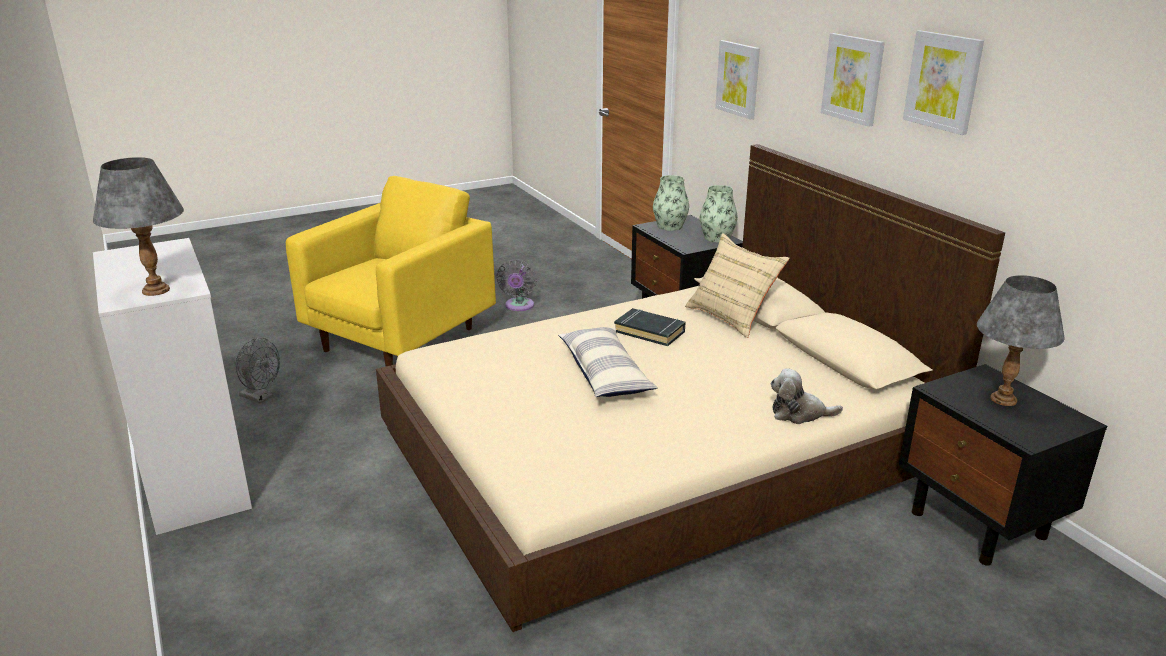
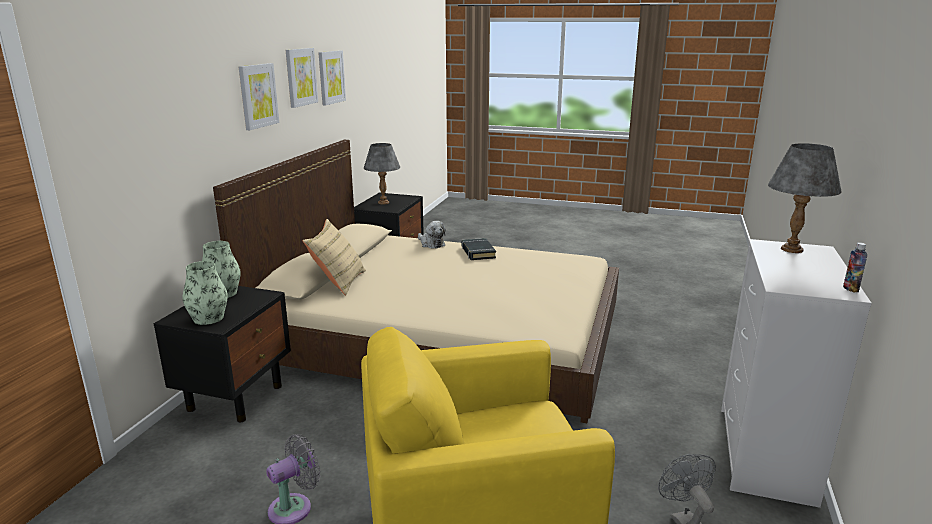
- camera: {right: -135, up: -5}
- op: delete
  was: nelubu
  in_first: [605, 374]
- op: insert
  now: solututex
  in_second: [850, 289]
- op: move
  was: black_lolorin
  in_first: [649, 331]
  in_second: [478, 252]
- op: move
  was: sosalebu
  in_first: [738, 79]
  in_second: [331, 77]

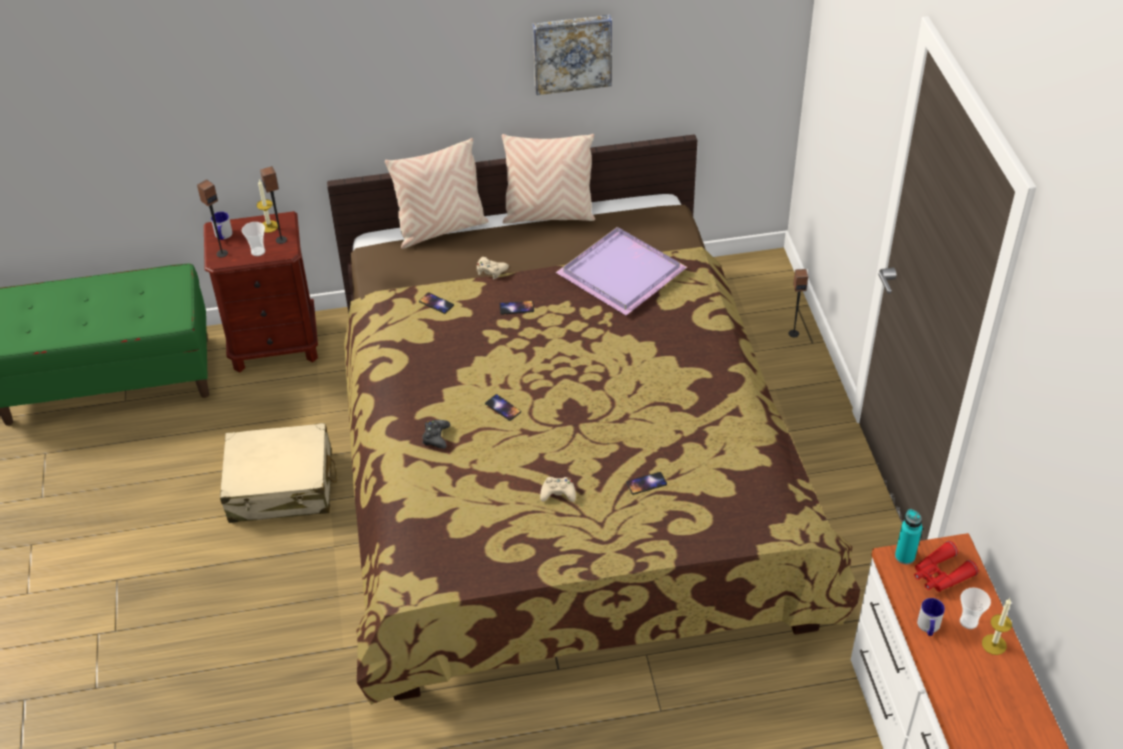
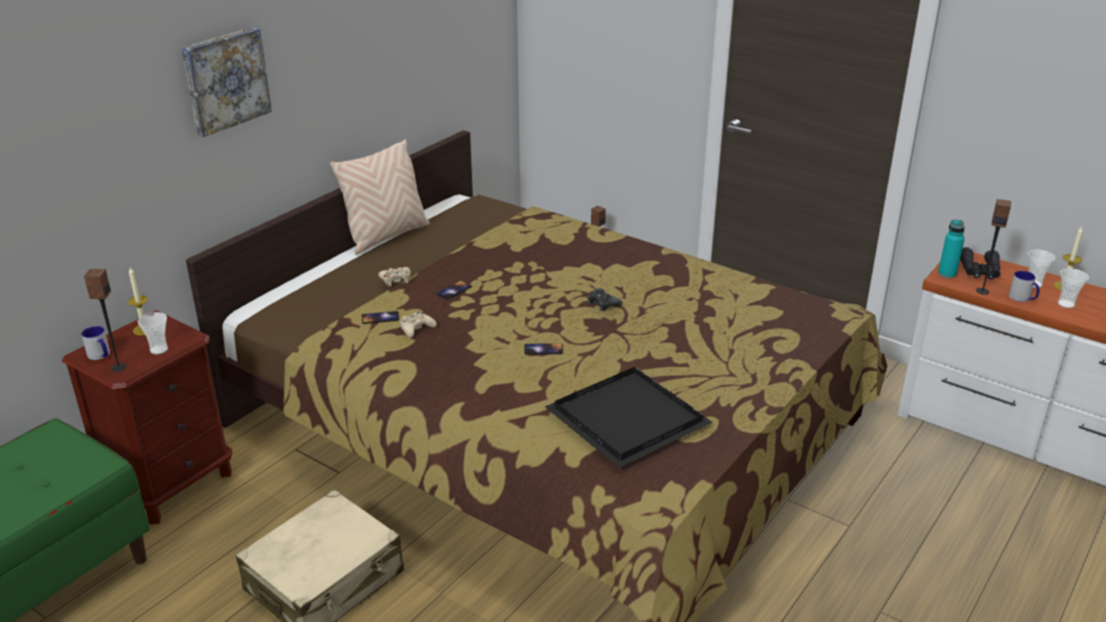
- camera: {right: -45, up: -15}
- op: delete
  was: beige_nelubu
  in_first: [441, 229]
- op: delete
  was: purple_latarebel
  in_first: [624, 273]
- op: delete
  was: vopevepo
  in_first: [646, 483]
- op: insert
  now: black_latarebel
  in_second: [624, 418]
- op: insert
  now: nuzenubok
  in_second: [1066, 304]
- op: move
  was: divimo
  in_first: [281, 240]
  in_second: [982, 291]
- op: move
  was: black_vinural
  in_first: [436, 437]
  in_second: [603, 303]
- op: move
  was: sosalebu
  in_first: [571, 52]
  in_second: [225, 80]
- op: move
  was: beige_vinural
  in_first: [558, 493]
  in_second: [416, 329]
- op: recolor
  was: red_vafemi
  now: black_vafemi
  in_first: [940, 575]
  in_second: [979, 272]

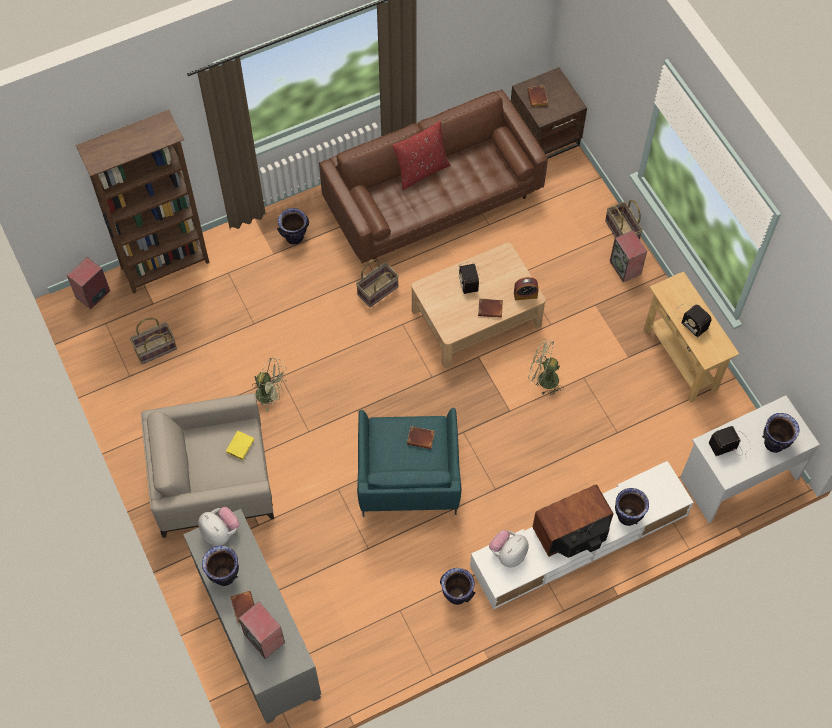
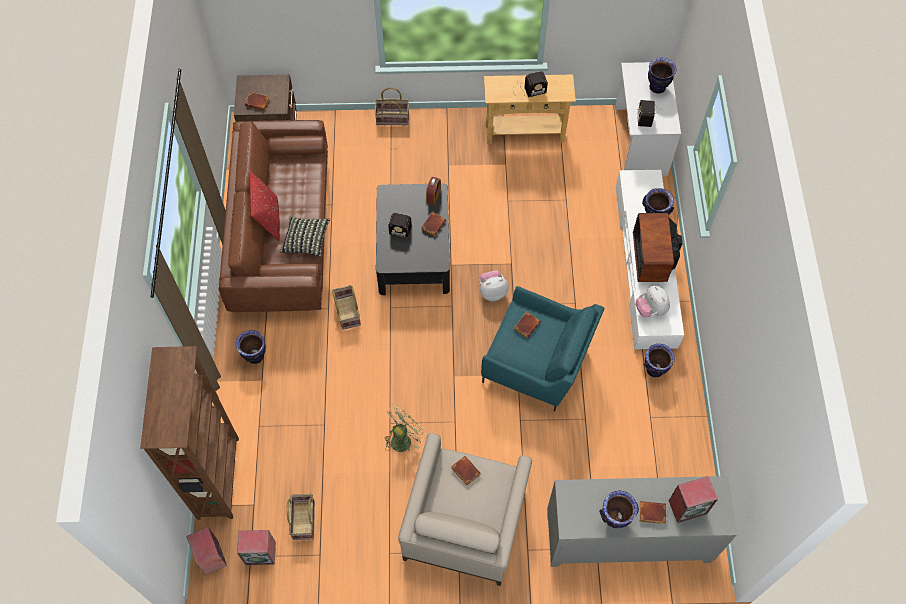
- camera: {right: -65, up: 0}
- op: delete
  was: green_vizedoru
  in_first: [543, 379]
- op: insert
  now: nelubu
  in_second: [306, 240]
- op: move
  was: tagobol
  in_first: [220, 532]
  in_second: [492, 292]
- op: move
  was: divimo
  in_first: [626, 268]
  in_second: [261, 553]
- op: recolor
  was: yellow_lolorin
  now: brown_lolorin
  in_first: [240, 445]
  in_second: [464, 471]
- op: recolor
  was: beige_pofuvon
  now: black_pofuvon
  in_first: [476, 317]
  in_second: [413, 250]

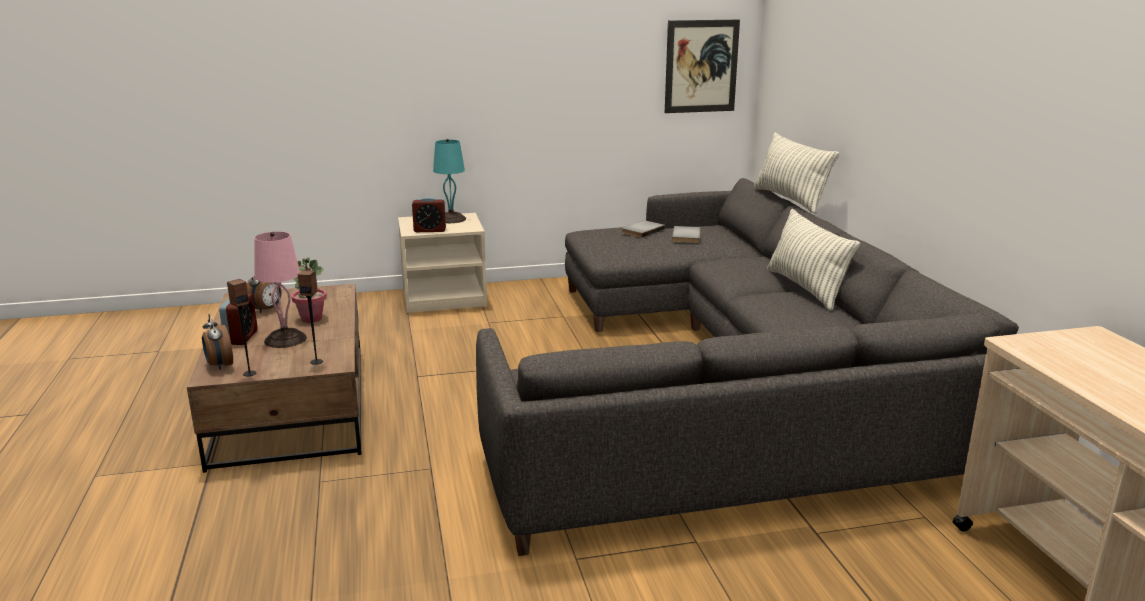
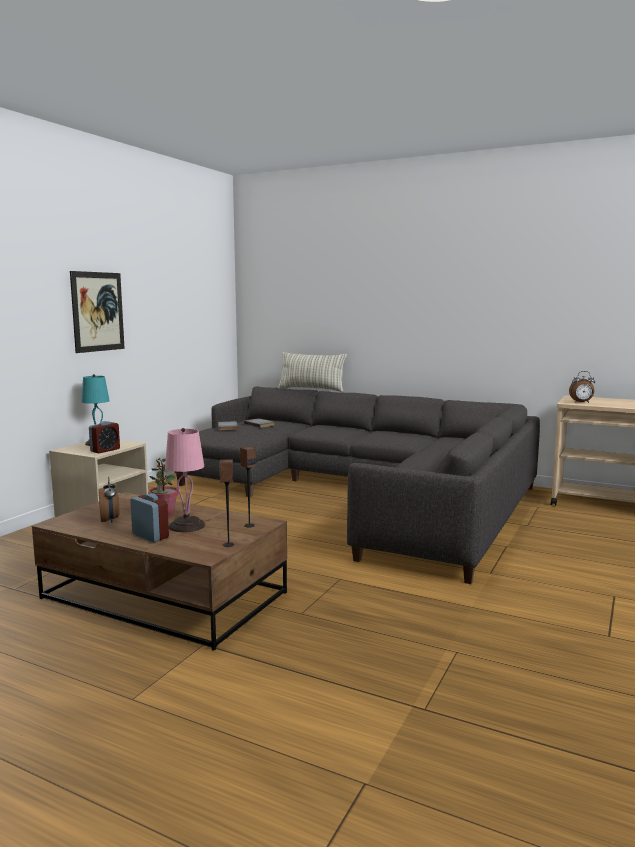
- camera: {right: -50, up: -10}
- op: delete
  was: nelubu
  in_first: [805, 288]
- op: move
  was: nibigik
  in_first: [219, 365]
  in_second: [581, 402]
- op: move
  was: sosalebu
  in_first: [701, 66]
  in_second: [98, 311]

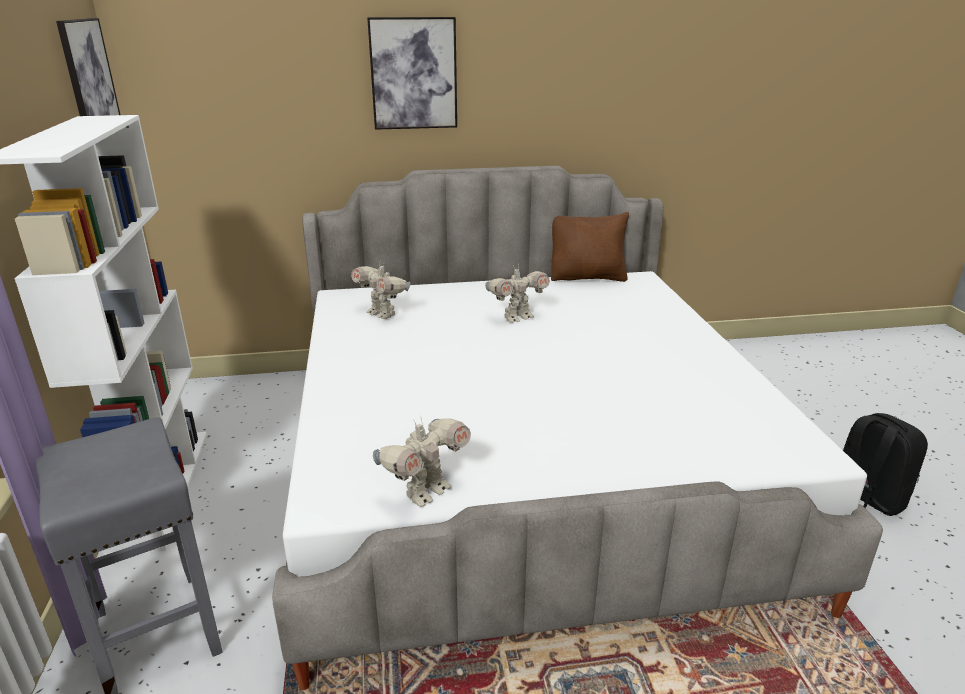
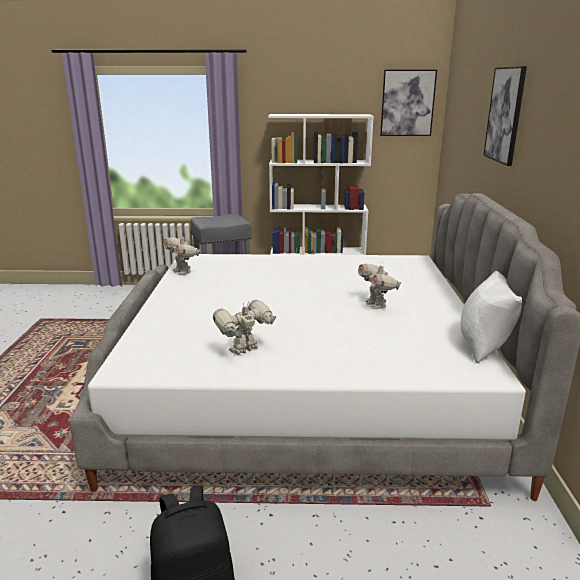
- camera: {right: 100, up: -5}
- op: move
  was: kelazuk
  in_first: [382, 314]
  in_second: [245, 350]
- op: recolor
  was: brown_nelubu
  now: white_nelubu
  in_first: [587, 277]
  in_second: [483, 345]

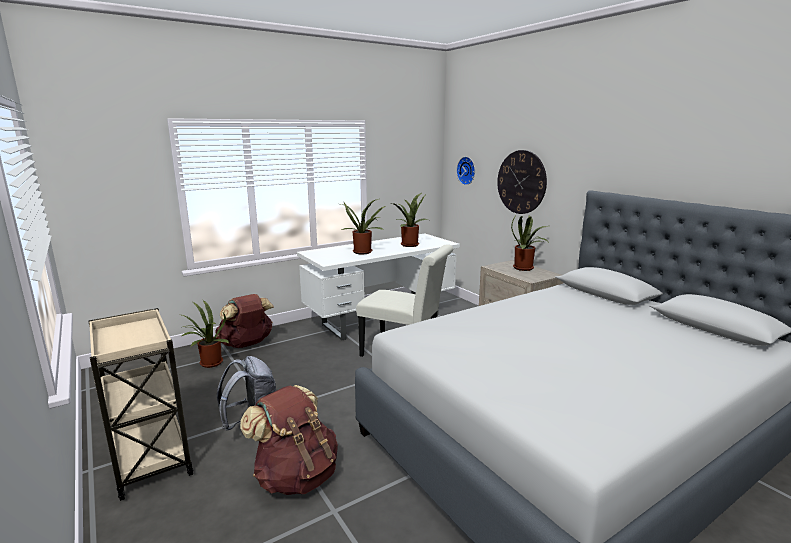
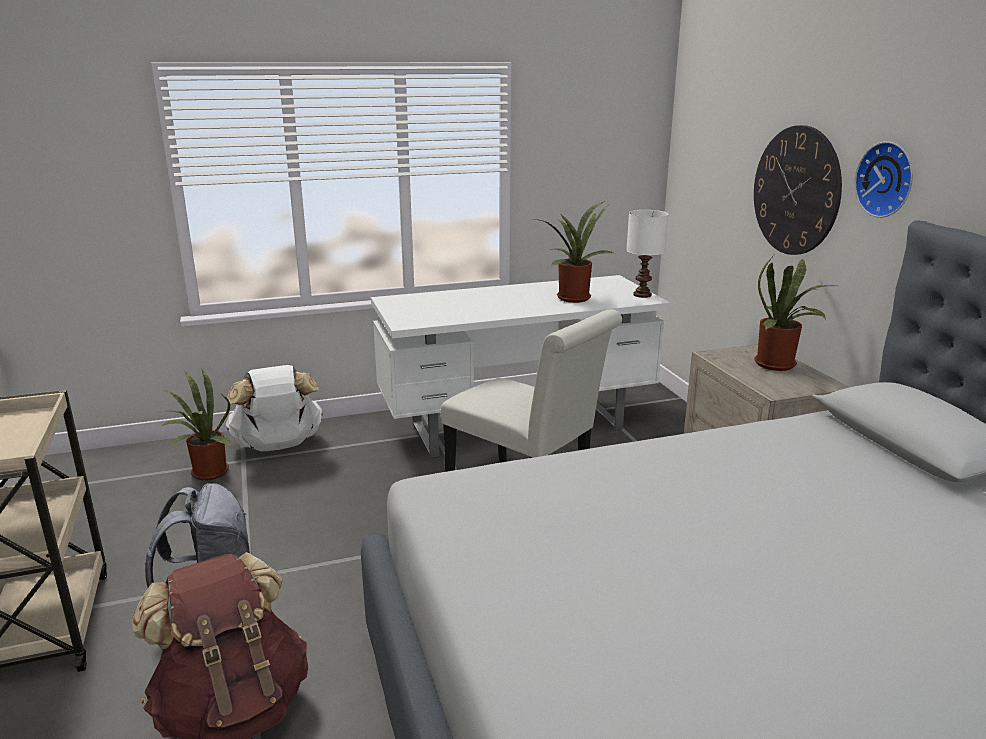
- camera: {right: 15, up: 5}
- op: delete
  was: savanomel
  in_first: [363, 251]
- op: insert
  now: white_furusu
  in_second: [642, 295]
- op: move
  was: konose
  in_first: [467, 170]
  in_second: [887, 179]
- op: recolor
  was: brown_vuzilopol
  now: white_vuzilopol
  in_first: [247, 344]
  in_second: [278, 446]

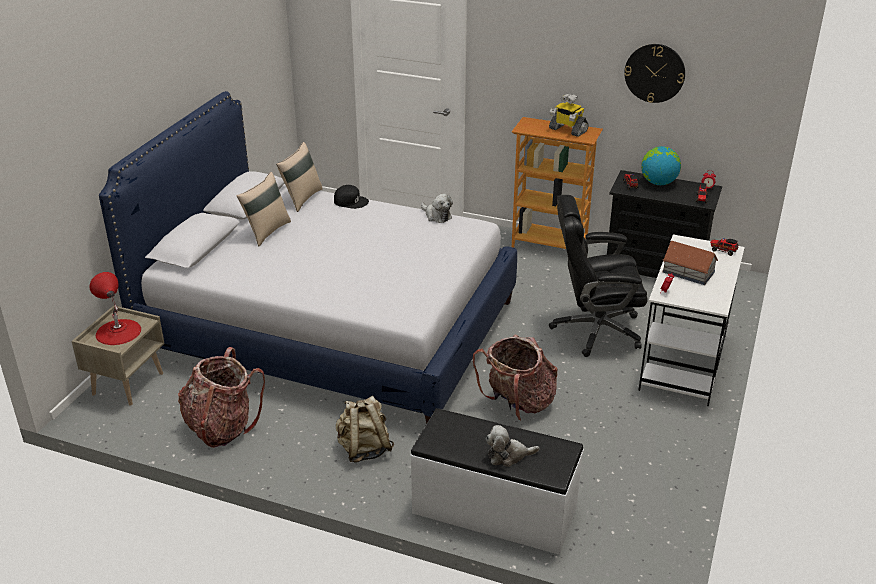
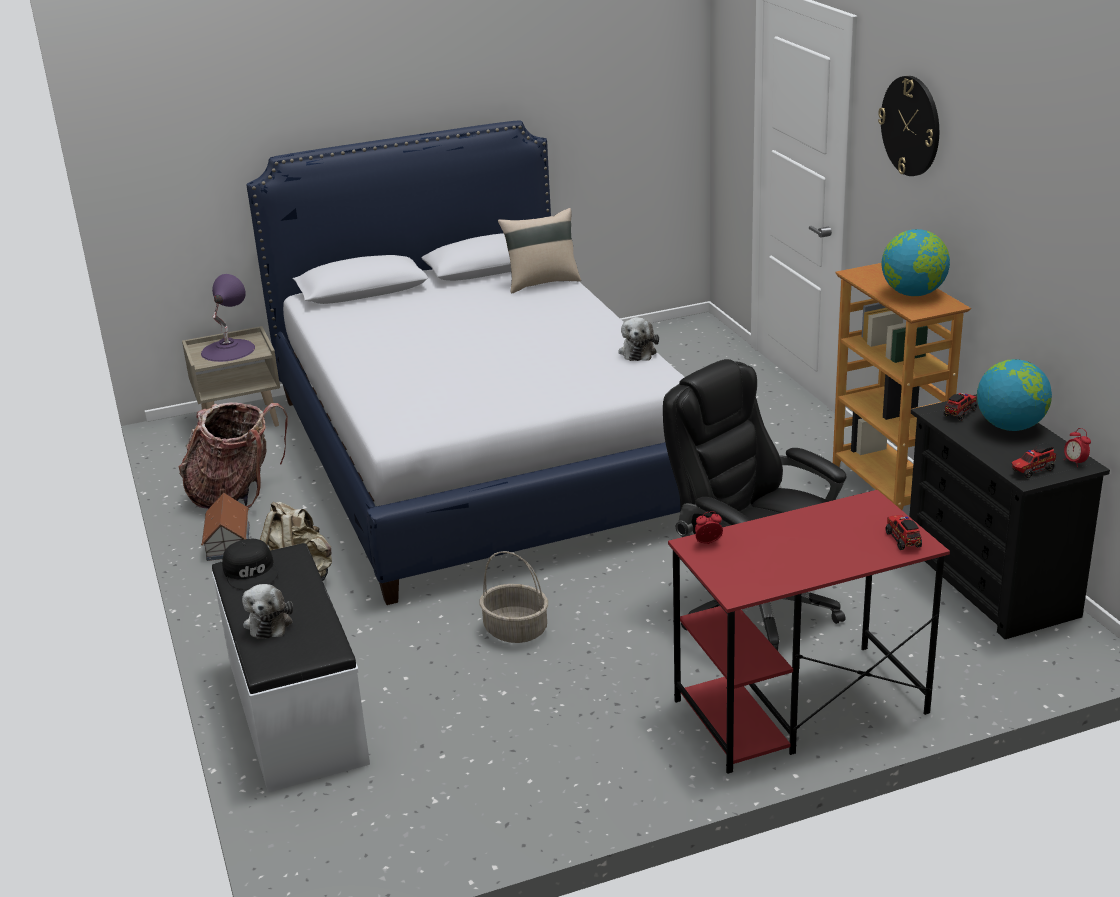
- camera: {right: 50, up: -5}
- op: delete
  was: beige_nelubu
  in_first: [266, 231]
- op: move
  was: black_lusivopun
  in_first: [351, 201]
  in_second: [251, 572]
- op: move
  was: konose
  in_first: [654, 73]
  in_second: [911, 126]
- op: move
  was: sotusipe
  in_first: [688, 272]
  in_second: [228, 543]
- op: replace
  was: vuzilopol
  now: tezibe
  in_first: [518, 403]
  in_second: [515, 630]
- op: replace
  was: kelazuk
  now: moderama
  in_first: [567, 130]
  in_second: [913, 294]
- op: recolor
  was: red_furusu
  now: purple_furusu
  in_first: [118, 332]
  in_second: [227, 350]
- op: recolor
  was: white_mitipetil
  now: red_mitipetil
  in_first: [683, 362]
  in_second: [798, 707]
- op: rotate
  was: tagobol
  in_first: [508, 455]
  in_second: [269, 622]
  clockwise: -135

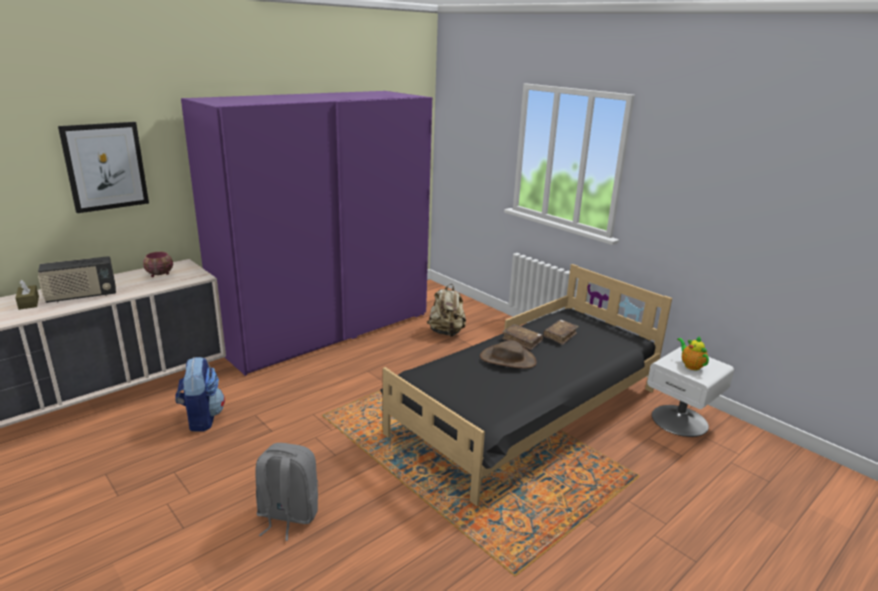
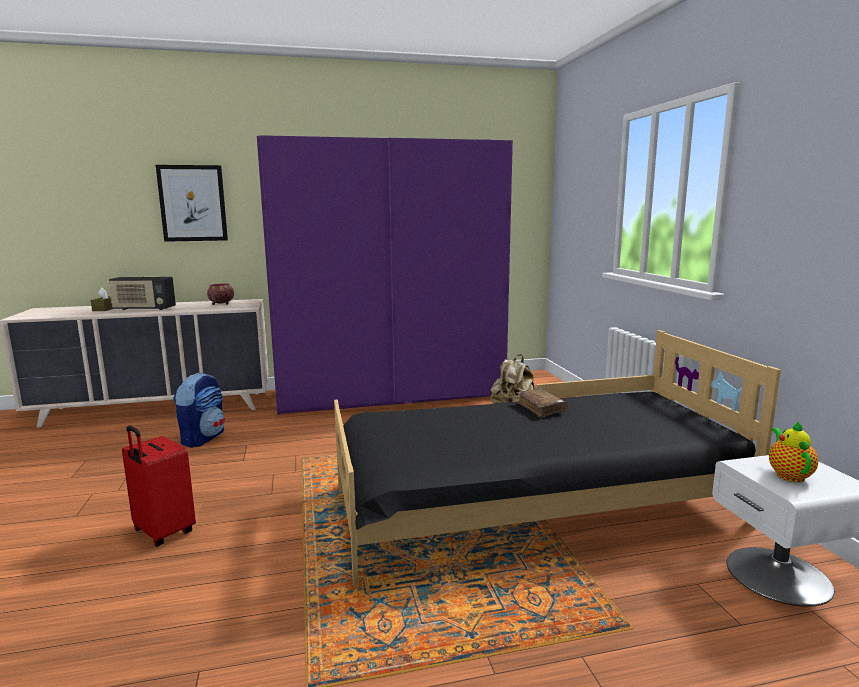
- camera: {right: 30, up: -10}
- op: delete
  was: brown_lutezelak
  in_first: [507, 359]
- op: delete
  was: brown_lolorin
  in_first: [560, 336]
- op: replace
  was: grey_vuzilopol
  now: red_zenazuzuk
  in_first: [287, 515]
  in_second: [162, 532]

